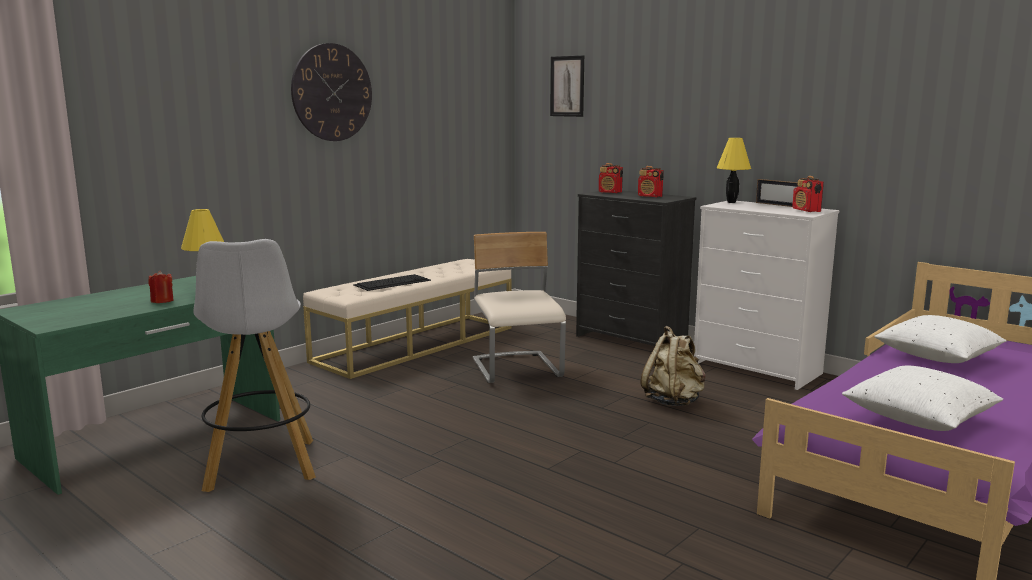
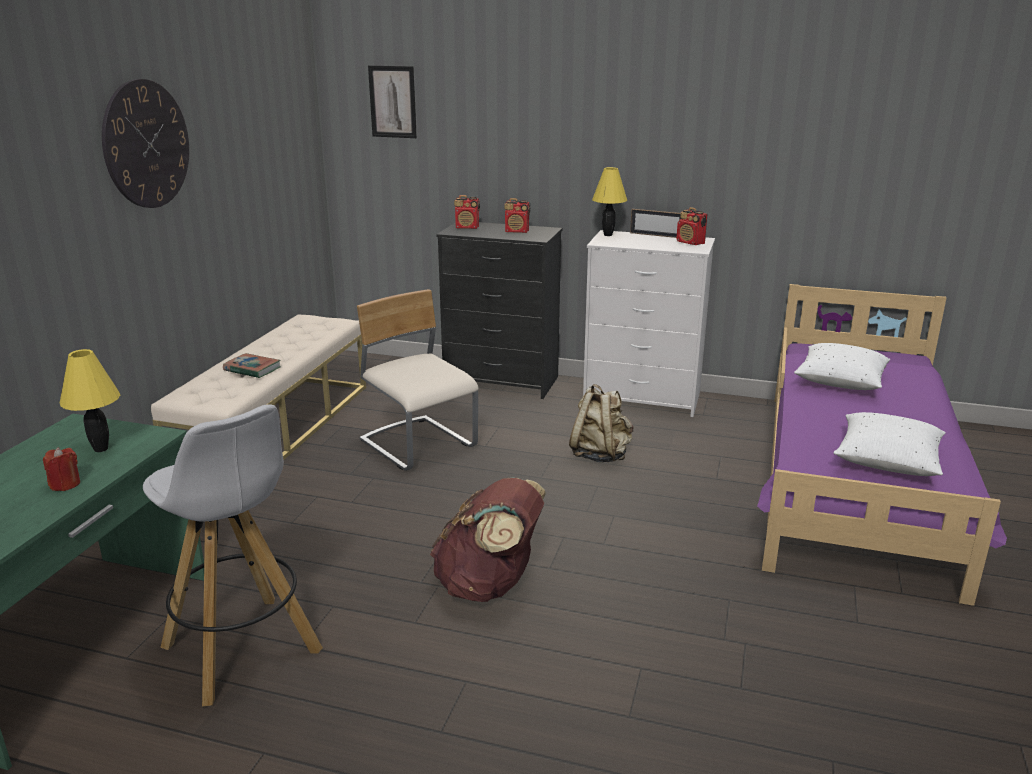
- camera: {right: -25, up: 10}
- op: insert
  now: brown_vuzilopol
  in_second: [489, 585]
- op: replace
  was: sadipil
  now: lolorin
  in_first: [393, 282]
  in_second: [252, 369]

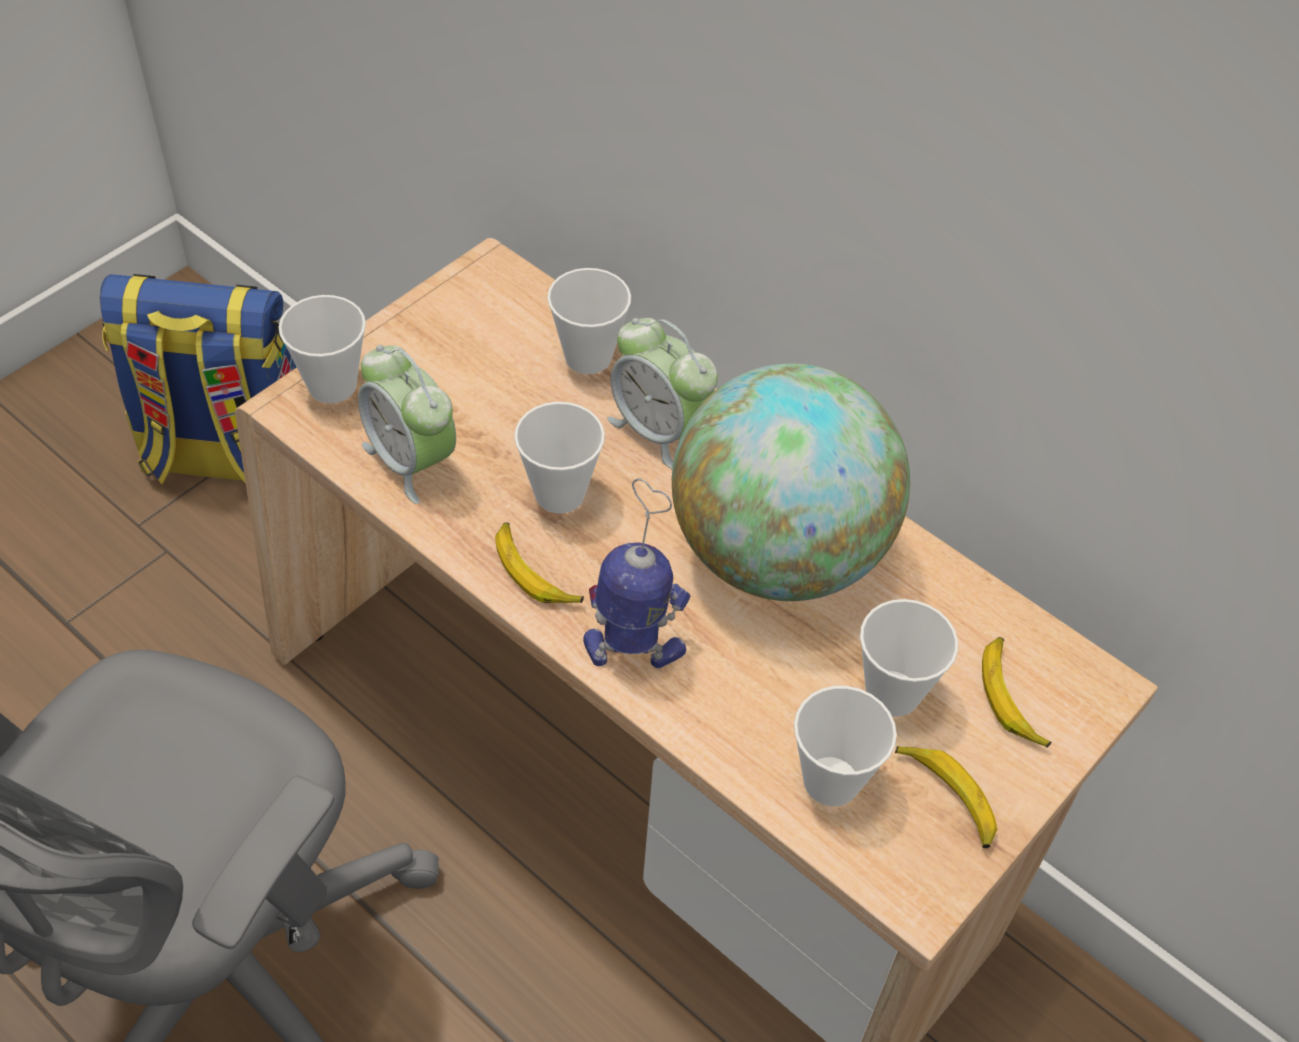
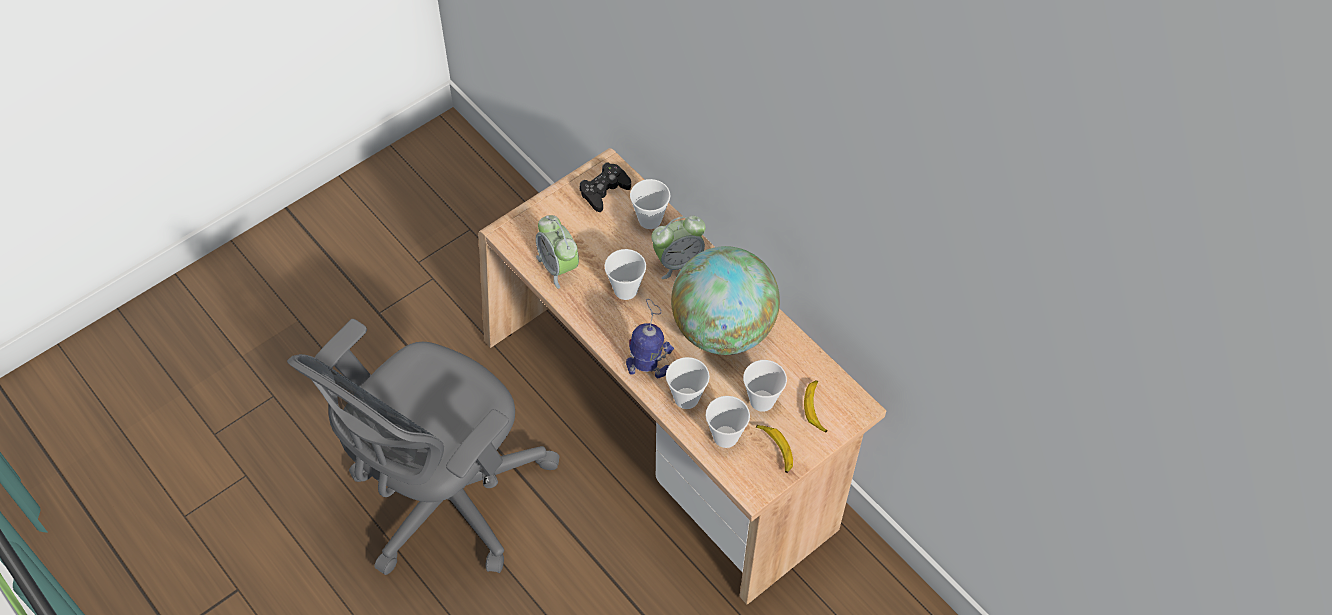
- camera: {right: 10, up: 5}
- op: delete
  was: vuzilopol
  in_first: [225, 457]
- op: delete
  was: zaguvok
  in_first: [534, 572]
- op: insert
  now: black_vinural
  in_second: [604, 191]
- op: move
  was: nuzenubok
  in_first: [332, 385]
  in_second: [686, 398]
- op: rotate
  was: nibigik
  in_first: [659, 430]
  in_second: [678, 262]
  clockwise: -75

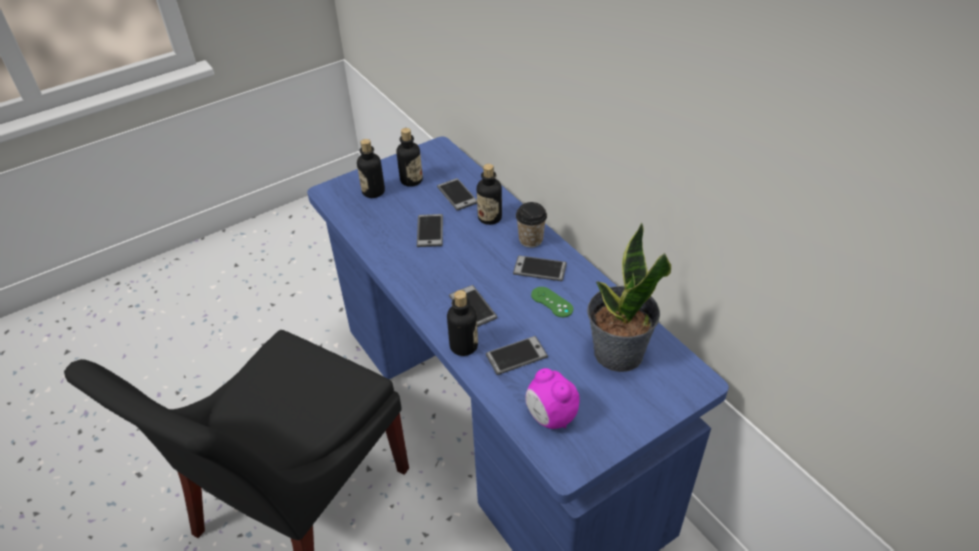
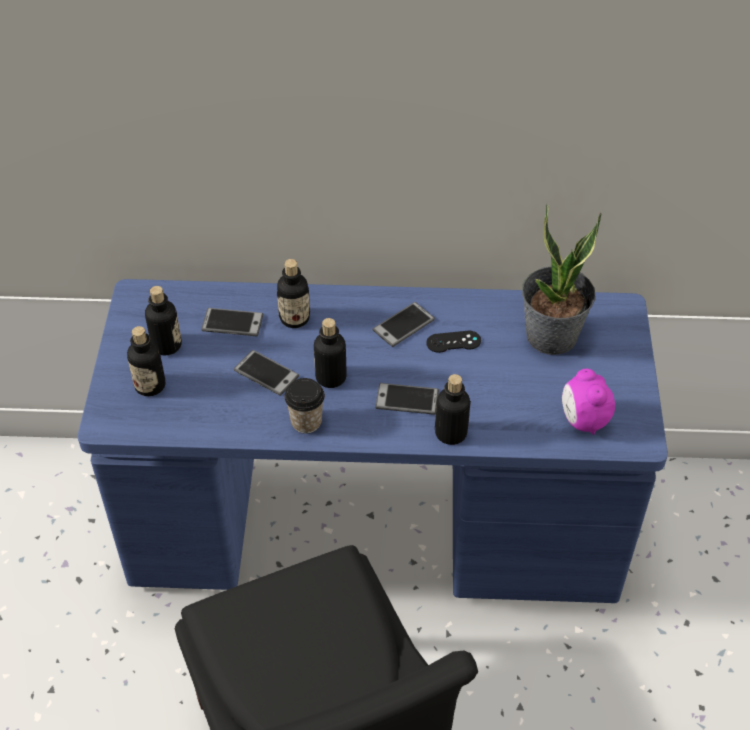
- camera: {right: -55, up: 5}
- op: delete
  was: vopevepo
  in_first: [516, 356]
- op: insert
  now: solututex
  in_second: [331, 377]
- op: move
  was: nuzenubok
  in_first: [530, 240]
  in_second: [306, 422]
- op: recolor
  was: green_vinural
  now: black_vinural
  in_first: [552, 302]
  in_second: [453, 342]
- op: rotate
  was: nibigik
  in_first: [550, 417]
  in_second: [583, 420]
  clockwise: 75

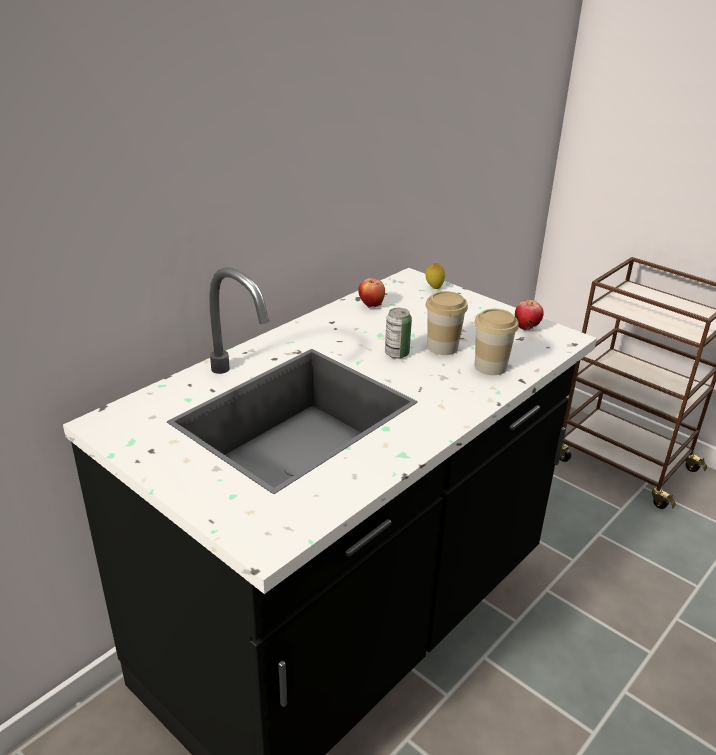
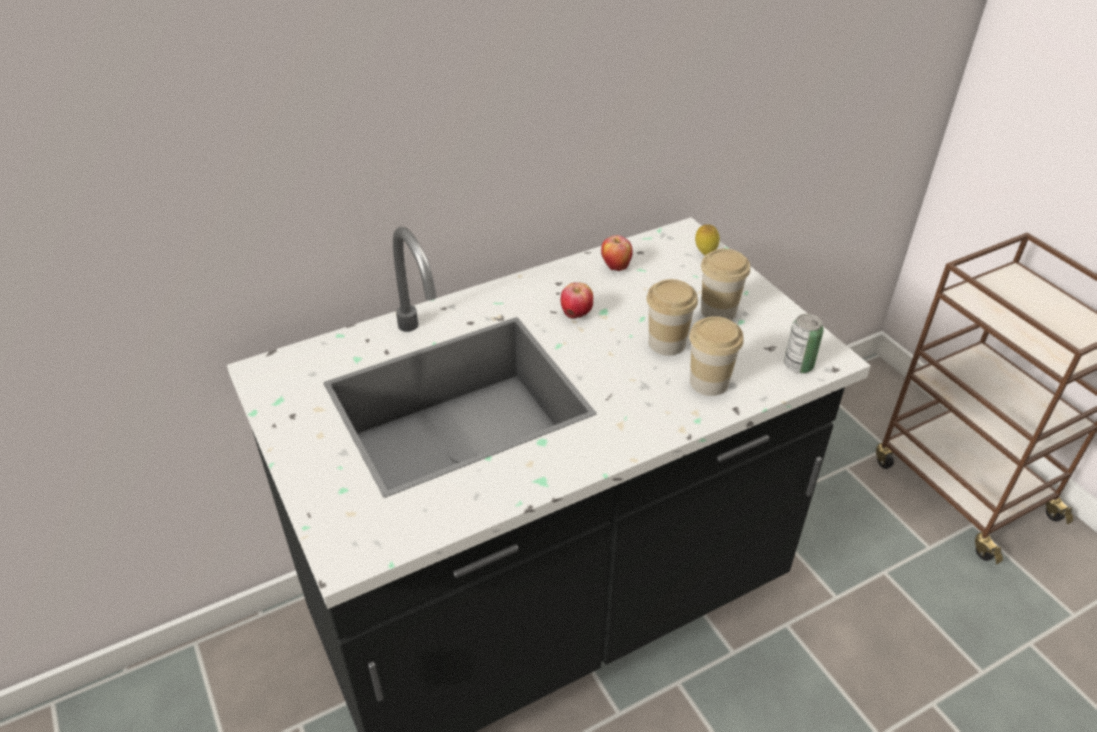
- camera: {right: 20, up: 10}
- op: insert
  now: nuzenubok
  in_second: [718, 311]
- op: move
  was: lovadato
  in_first: [397, 353]
  in_second: [798, 365]
- op: move
  was: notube
  in_first: [526, 328]
  in_second: [576, 315]

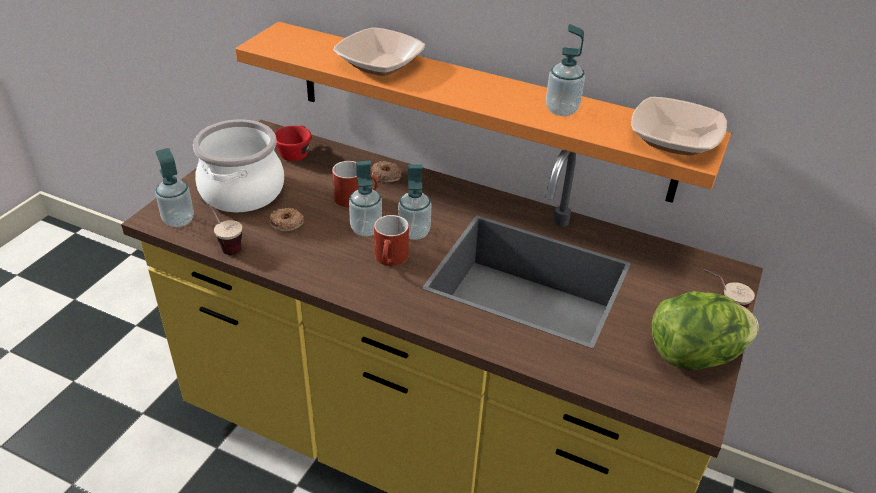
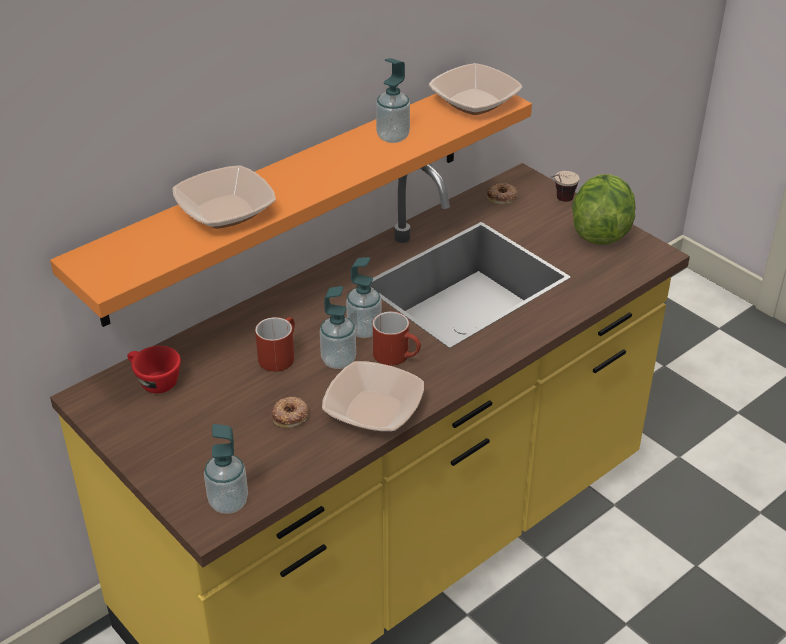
- camera: {right: -65, up: 0}
- op: delete
  was: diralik
  in_first: [241, 191]
- op: delete
  was: nuzenubok
  in_first: [224, 245]
- op: insert
  now: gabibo
  in_second: [373, 410]
- op: move
  was: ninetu
  in_first: [386, 175]
  in_second: [502, 197]

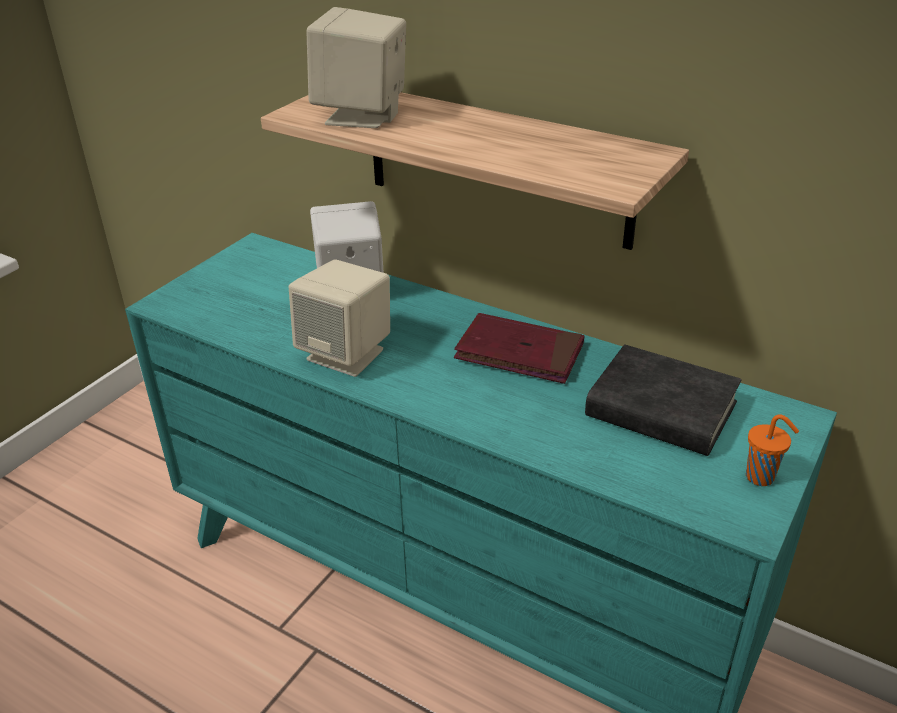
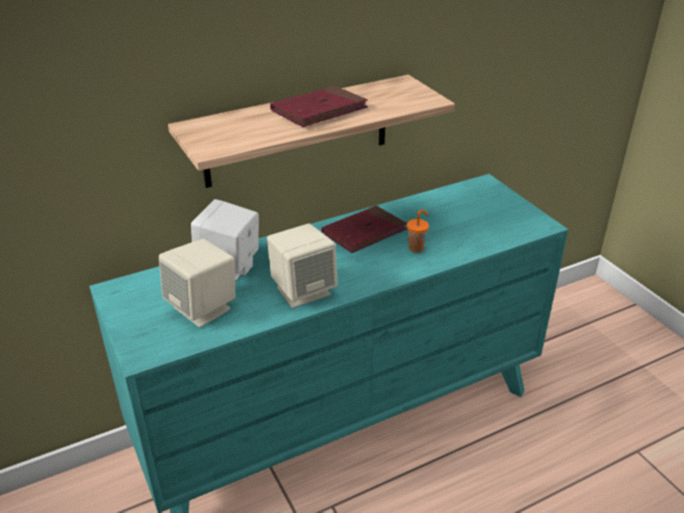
- camera: {right: -60, up: 0}
- op: delete
  was: black_lolorin
  in_first: [661, 410]
- op: insert
  now: red_lolorin
  in_second: [319, 110]
- op: move
  was: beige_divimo
  in_first: [362, 116]
  in_second: [203, 308]
- op: move
  was: orange_nuzenubok
  in_first: [761, 477]
  in_second: [417, 248]

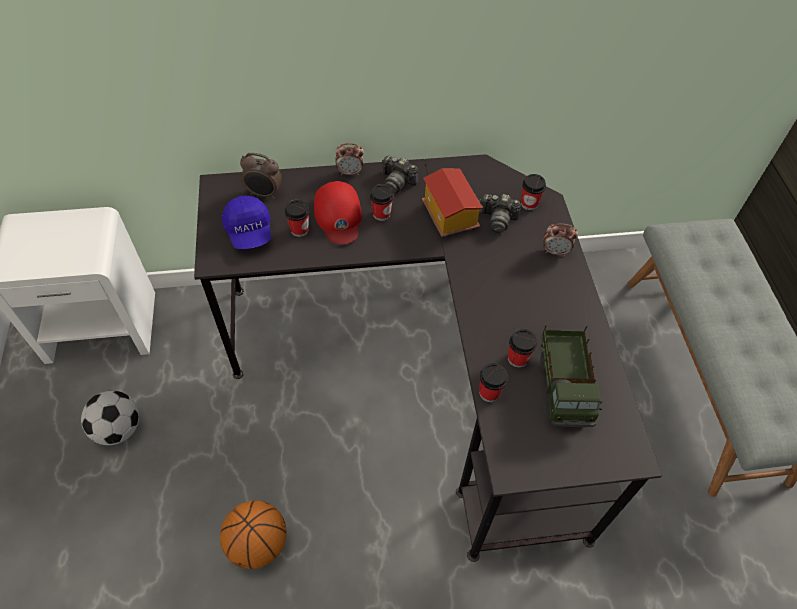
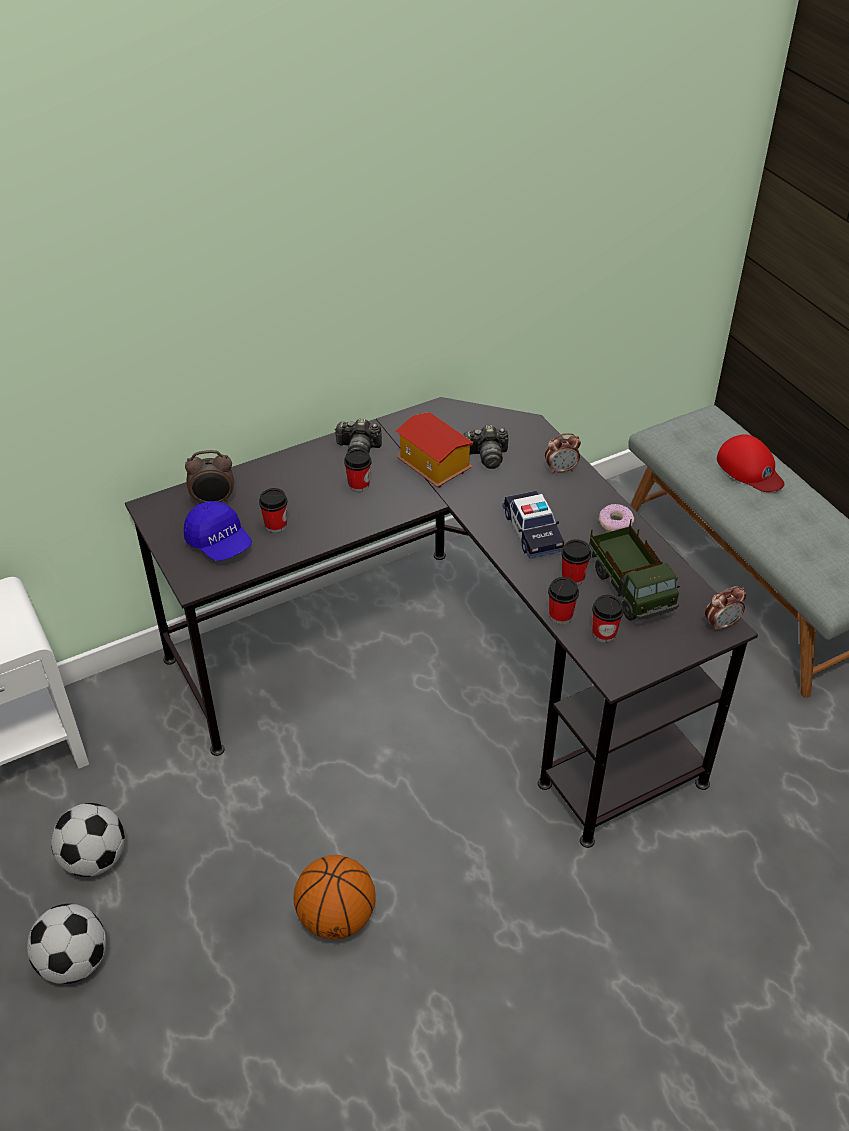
- camera: {right: -20, up: -10}
- op: insert
  now: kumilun
  in_second: [74, 961]
- op: insert
  now: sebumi
  in_second: [532, 531]
- op: insert
  now: ninetu
  in_second: [616, 523]
- op: move
  was: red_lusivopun
  in_first: [338, 216]
  in_second: [750, 469]
- op: move
  was: nibigik
  in_first: [350, 172]
  in_second: [721, 624]
- op: move
  was: nuzenubok
  in_first: [529, 204]
  in_second: [604, 633]

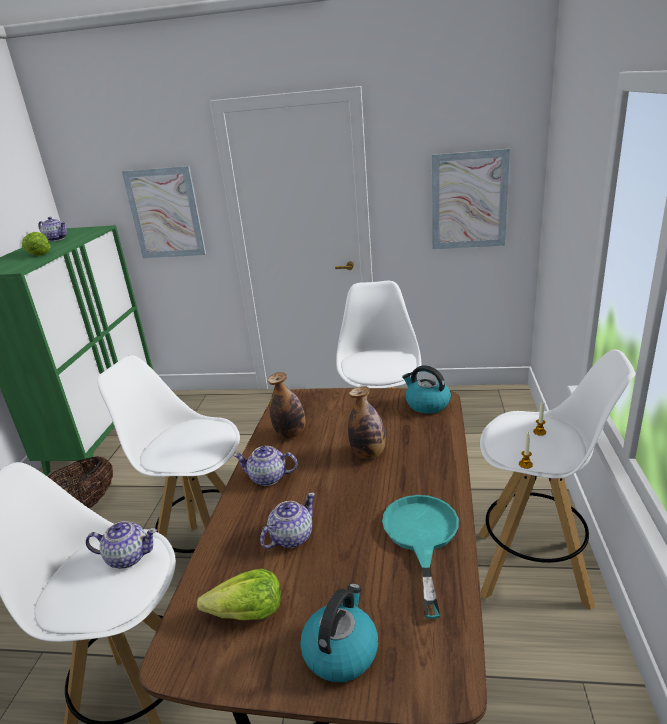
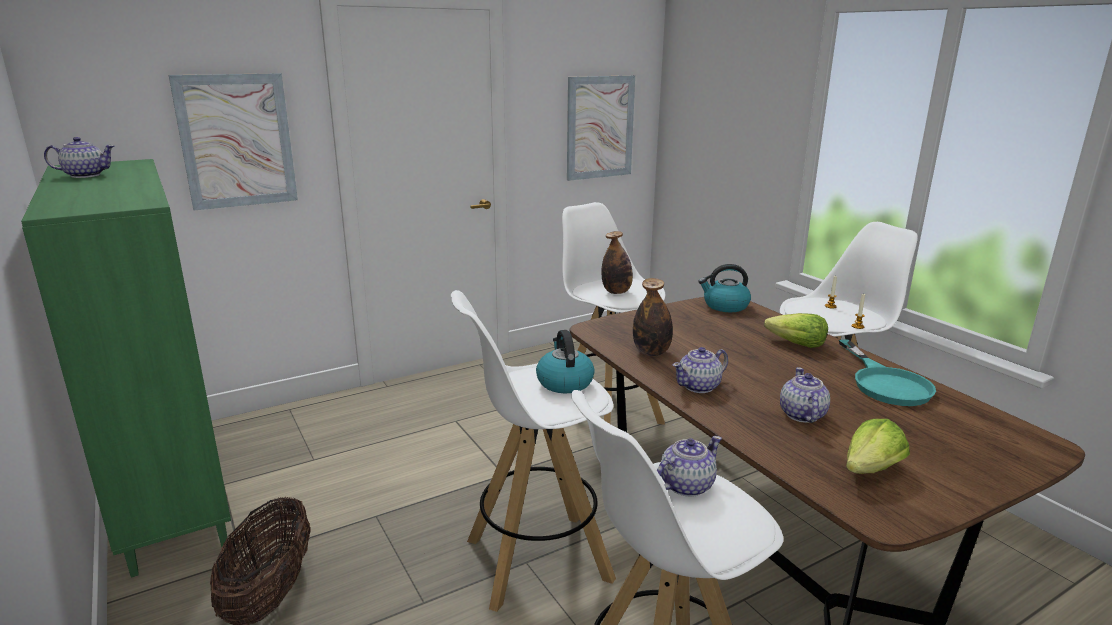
- camera: {right: -40, up: -5}
- op: move
  was: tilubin
  in_first: [39, 253]
  in_second: [796, 344]
- op: move
  was: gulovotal
  in_first: [341, 651]
  in_second: [564, 382]
- op: move
  was: solututex
  in_first: [368, 453]
  in_second: [616, 292]
- op: rotate
  was: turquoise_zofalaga
  in_first: [421, 537]
  in_second: [885, 382]
  clockwise: -150

